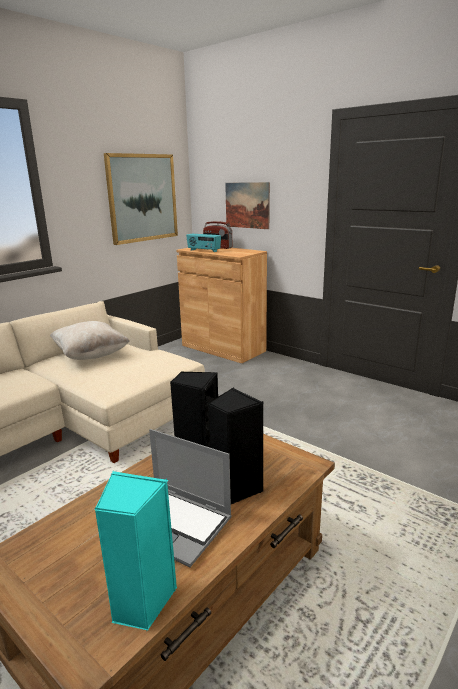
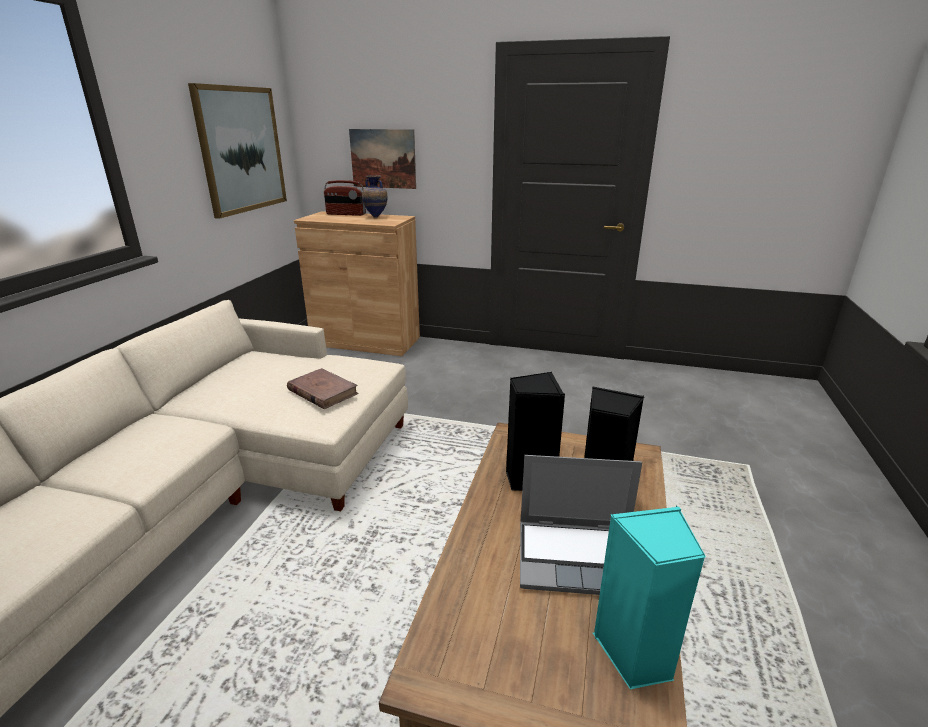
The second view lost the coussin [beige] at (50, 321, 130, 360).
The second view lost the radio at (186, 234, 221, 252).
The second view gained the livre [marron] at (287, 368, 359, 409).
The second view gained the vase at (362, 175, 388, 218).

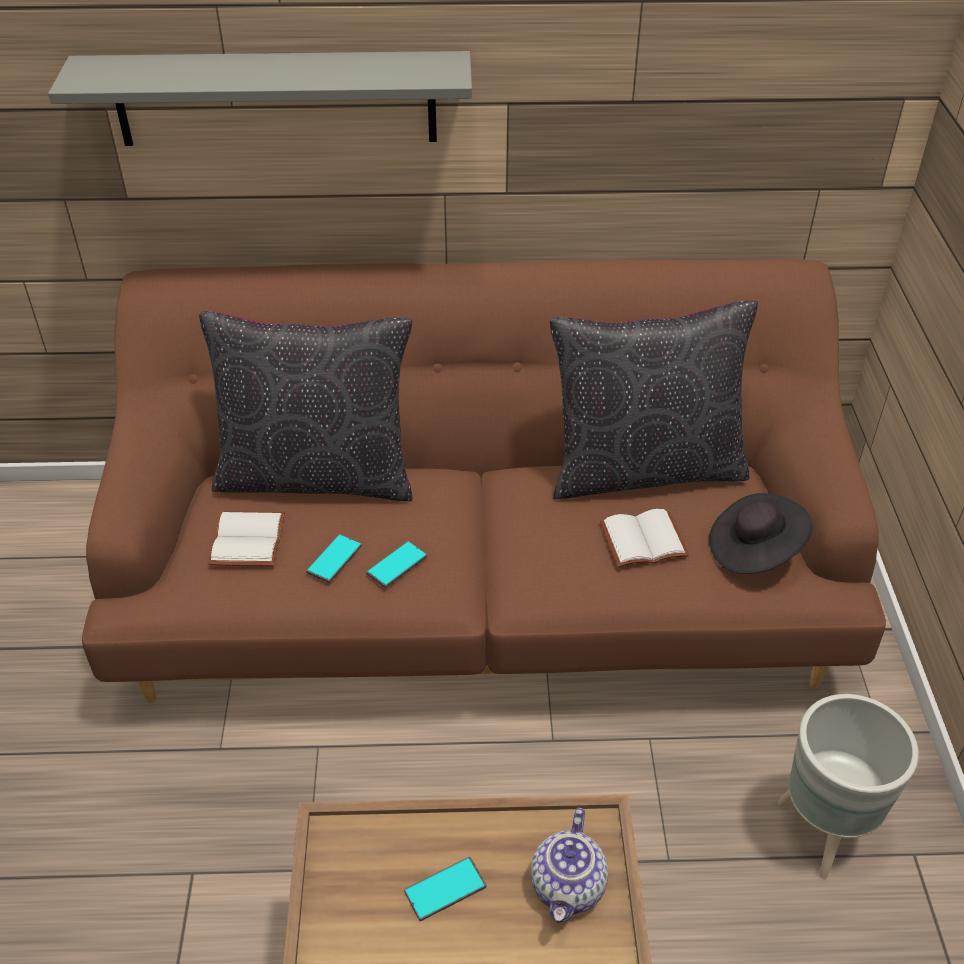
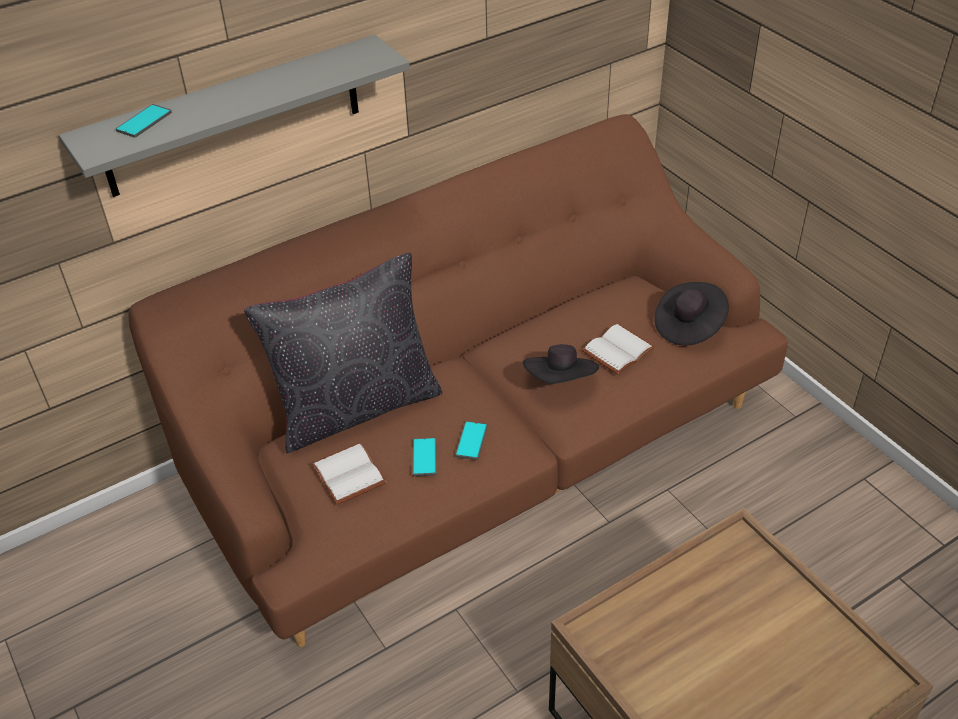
The second view lost the théière at (531, 808, 608, 923).
The second view lost the coussin [noir] at (550, 300, 758, 499).
The second view lost the cache-pot [gris] at (778, 694, 919, 878).
The second view gained the chapeau [noir] at (523, 344, 599, 384).
The téléphone ended up elsewhere, having gone from (404, 857, 487, 921) to (116, 104, 172, 138).

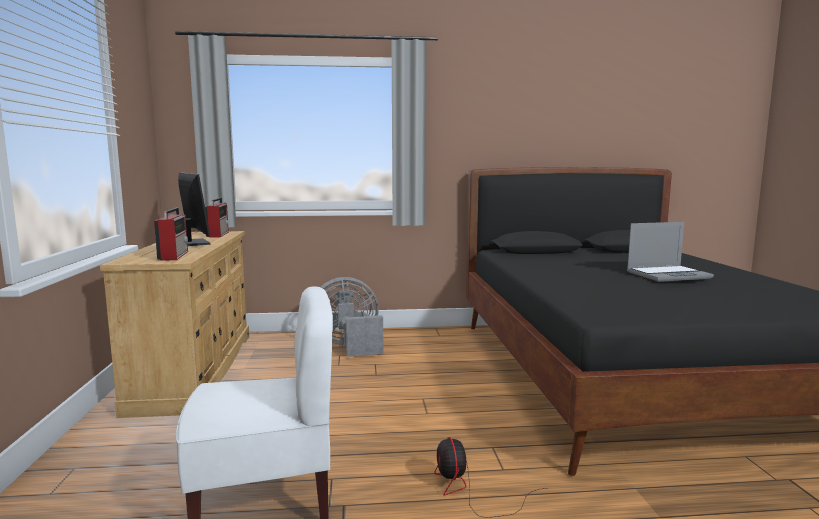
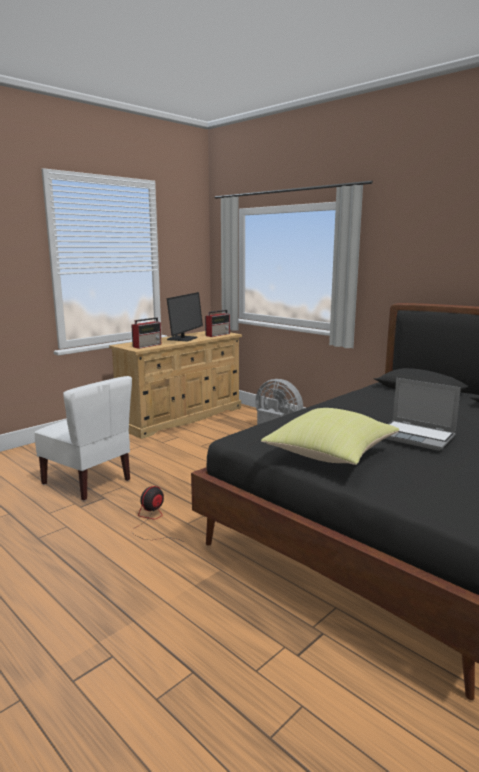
The second view gained the coussin [jaune] at (261, 408, 399, 465).

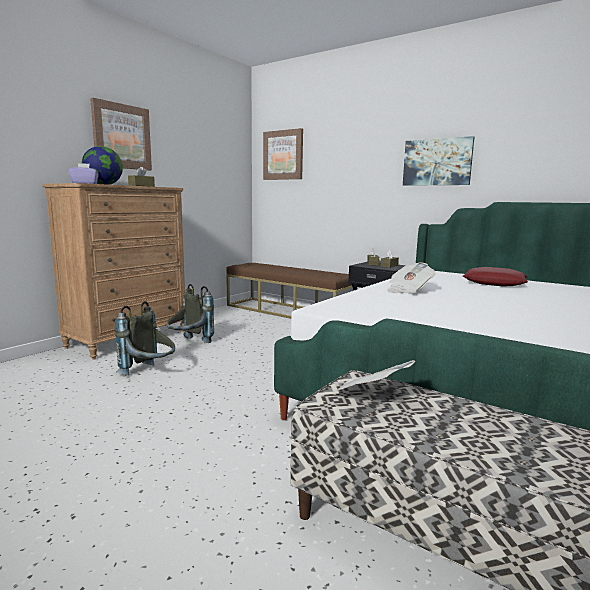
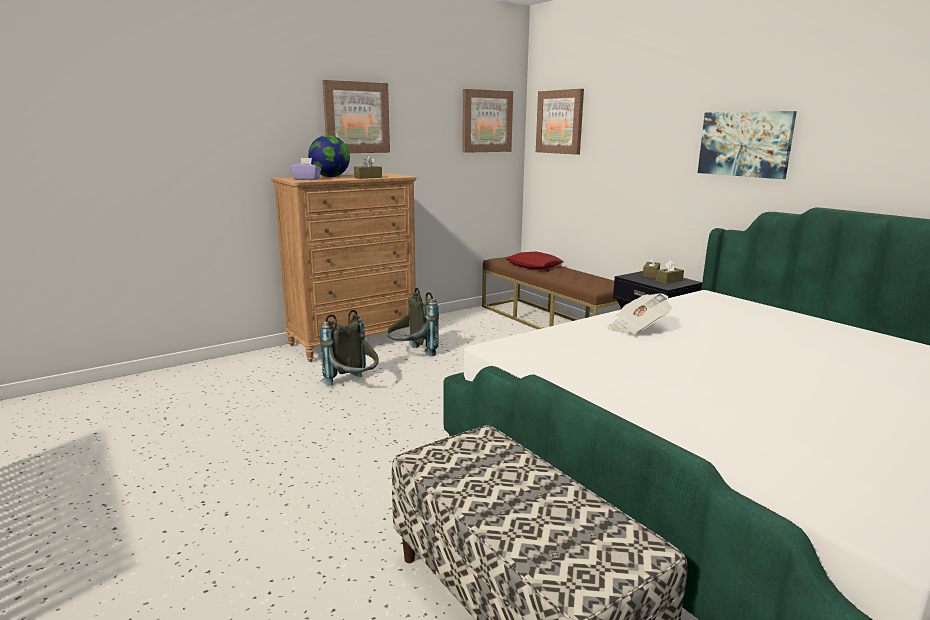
The second view lost the journal at (333, 360, 415, 392).
The second view gained the tableau at (462, 89, 513, 153).
The coussin [rouge] ended up elsewhere, having gone from (463, 267, 528, 287) to (506, 252, 564, 269).

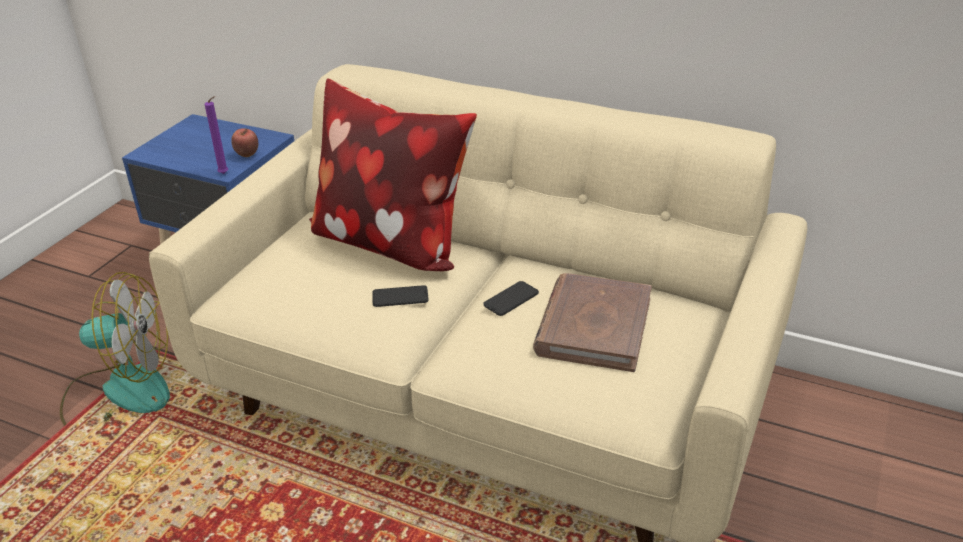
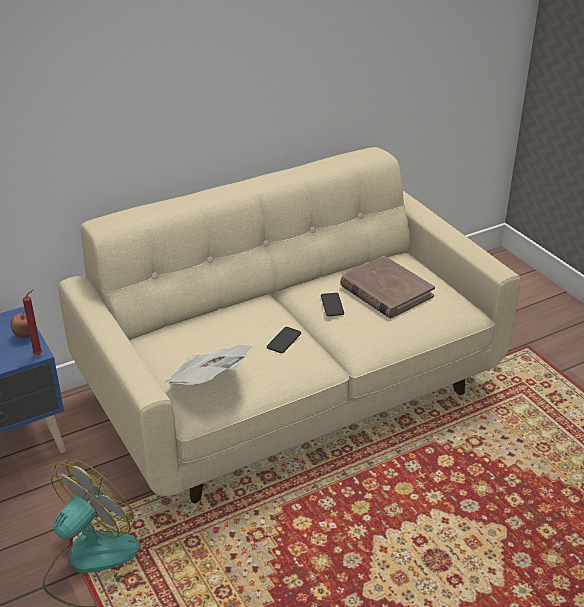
The second view lost the coussin at (309, 78, 477, 271).
The second view gained the journal at (164, 345, 253, 385).
What was the bougie [violet] at (205, 96, 228, 174) turned into the bougie [rouge] at (23, 289, 42, 355).

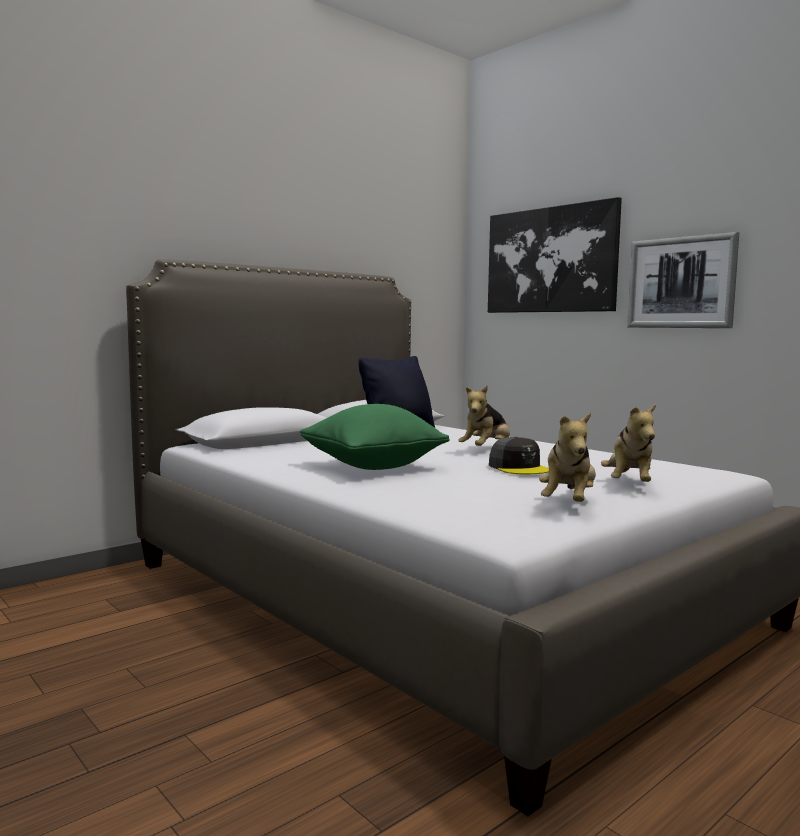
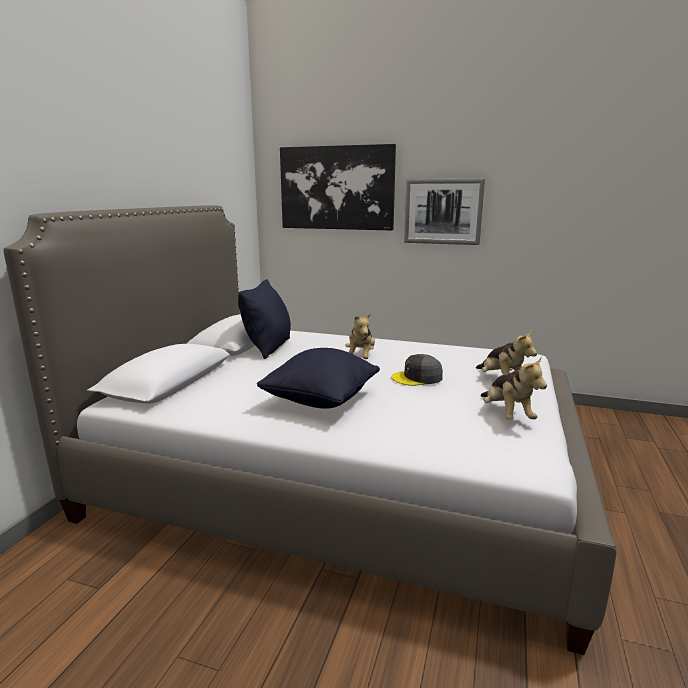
What was the coussin [vert] at (300, 404, 449, 470) turned into the coussin [noir] at (257, 348, 380, 409).
The casquette [gris] at (489, 436, 549, 474) ended up facing another way, 135 degrees clockwise from before.

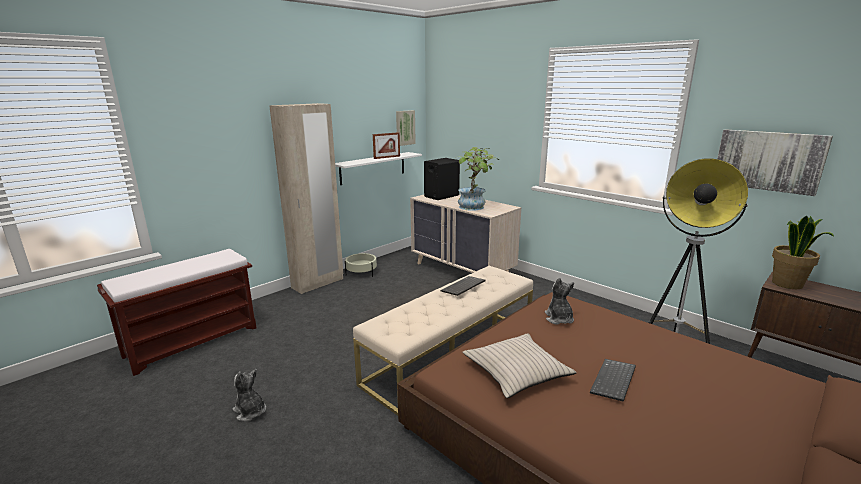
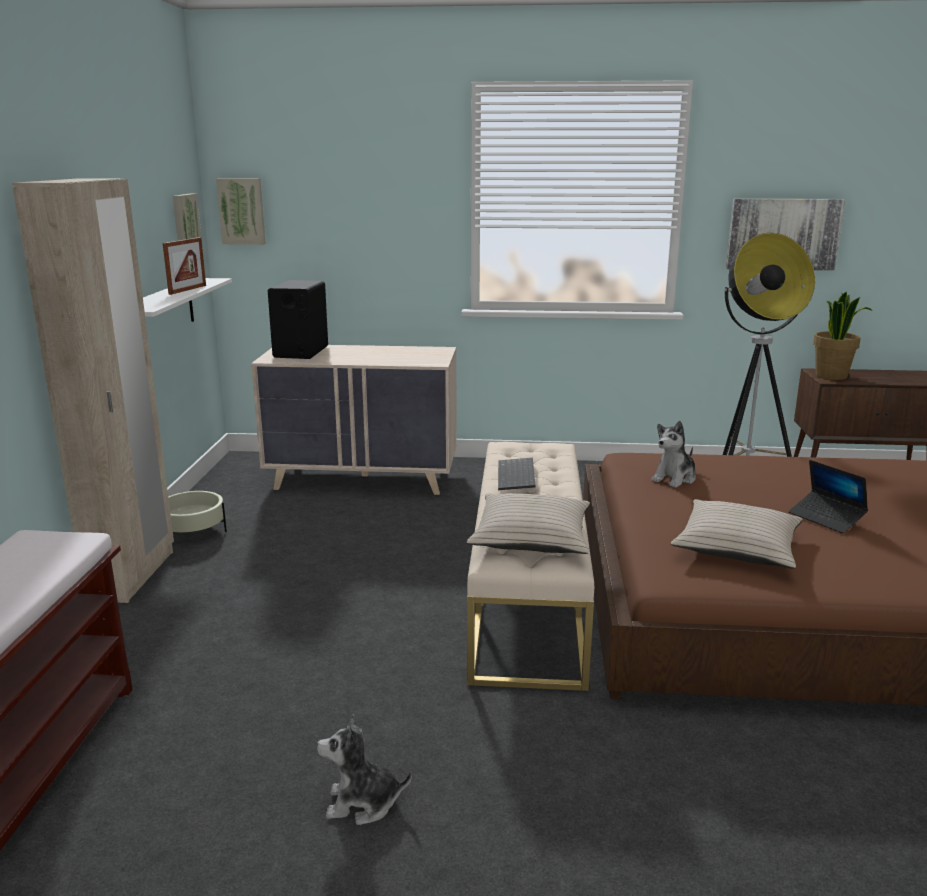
The second view lost the plante en pot at (458, 147, 499, 211).
The second view gained the tableau at (216, 178, 266, 245).
The second view gained the coussin [beige] at (467, 493, 590, 554).
Where the clavier stood at (590, 359, 636, 402), the ordinateur portable came to stand at (789, 460, 868, 533).
The peluche at (545, 278, 574, 325) ended up facing another way, 90 degrees counterclockwise from before.

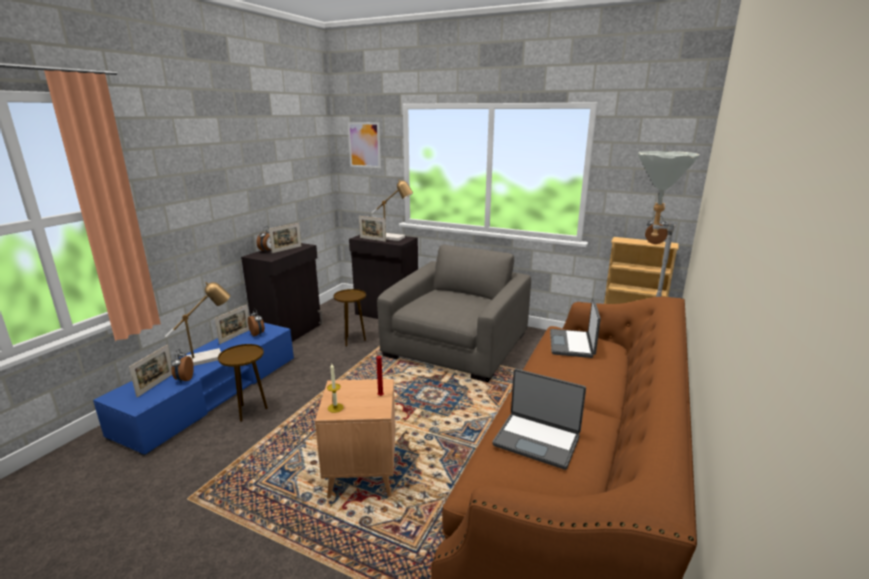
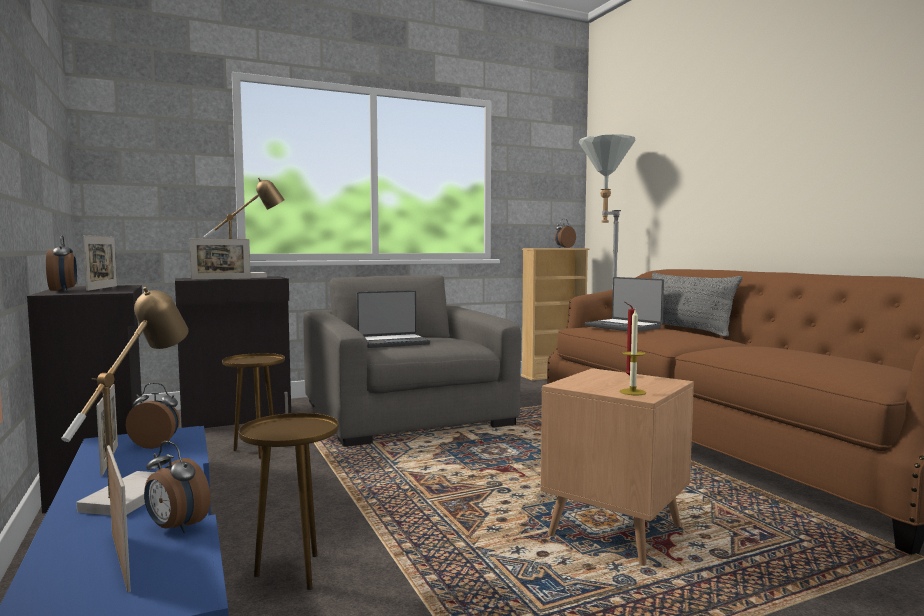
The second view lost the tableau at (348, 122, 381, 168).
The second view gained the coussin [gris] at (652, 272, 743, 337).
The ordinateur portable ended up elsewhere, having gone from (492, 369, 586, 470) to (357, 290, 430, 348).

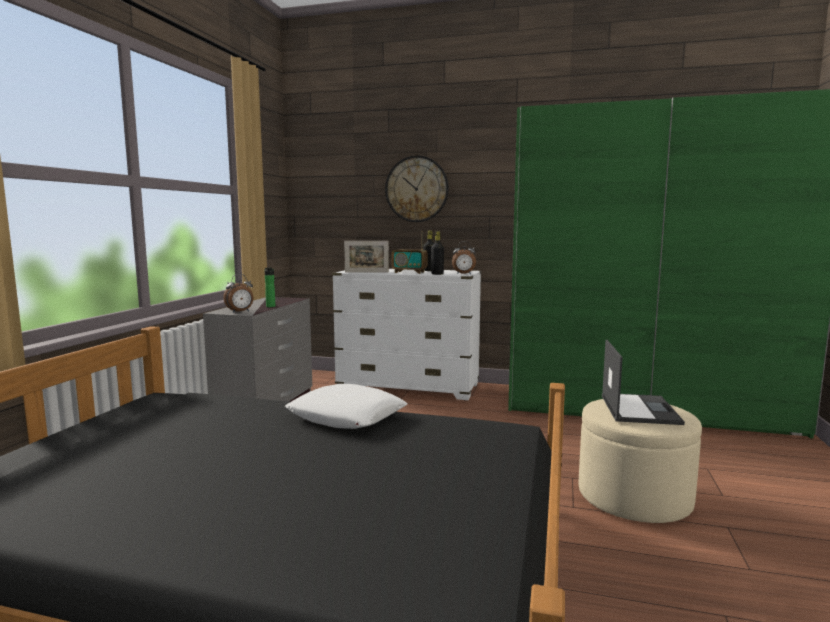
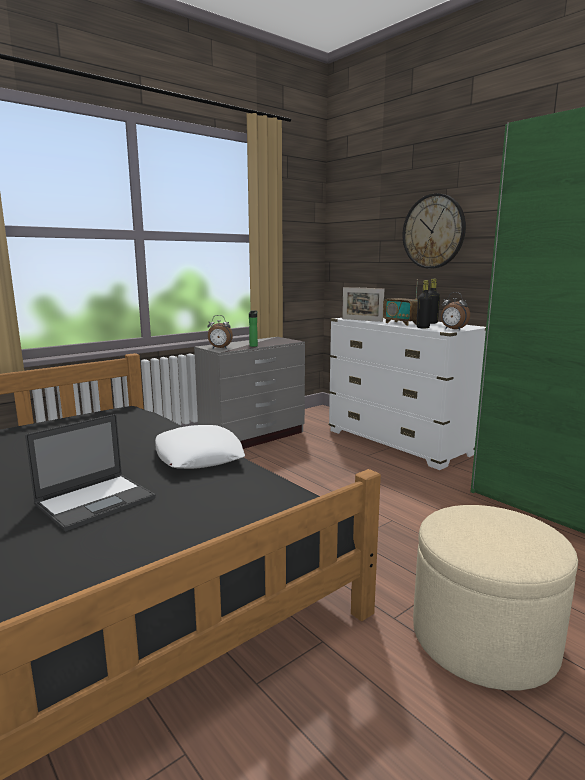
The ordinateur portable ended up elsewhere, having gone from (602, 339, 685, 425) to (25, 414, 156, 531).

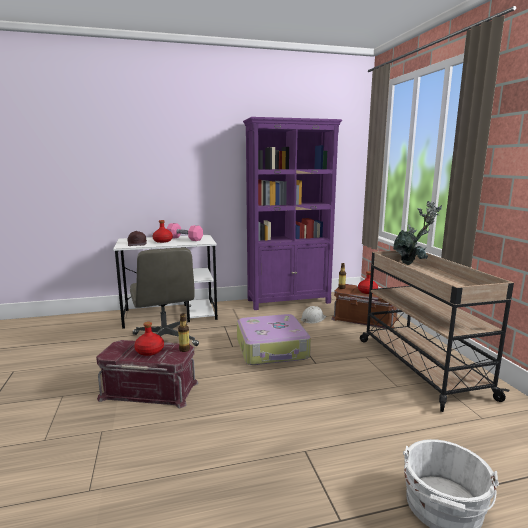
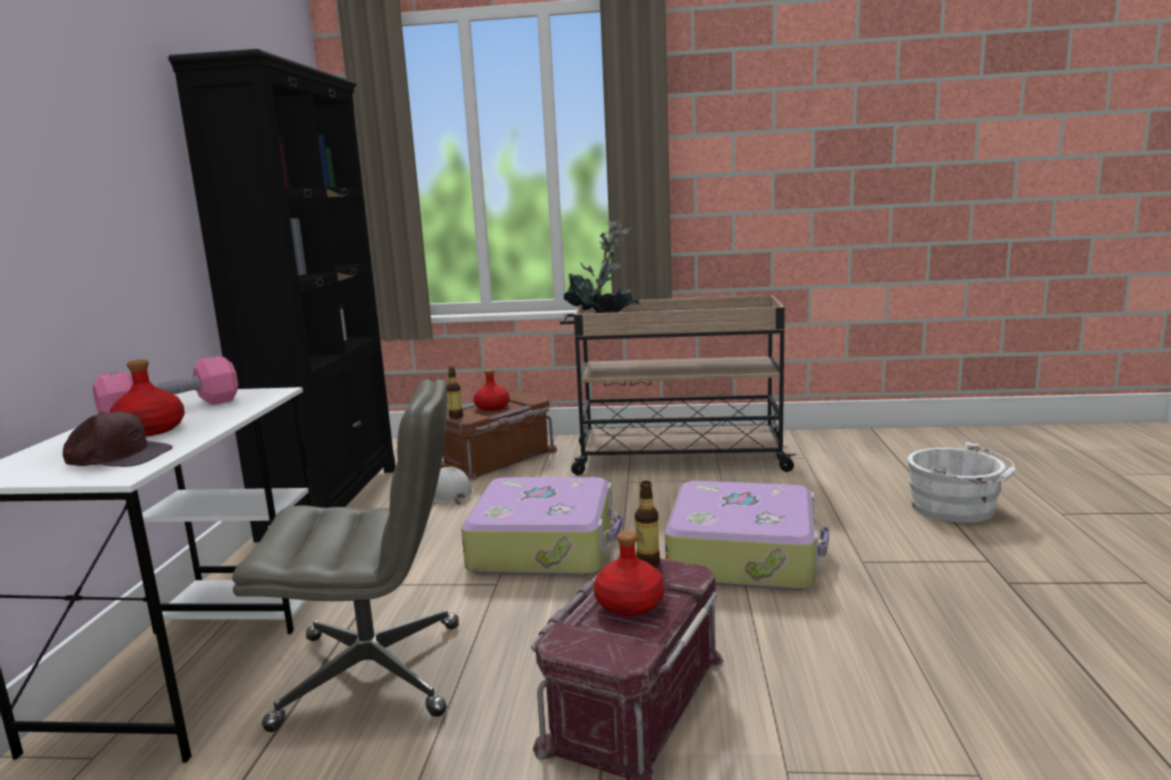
The second view gained the valise at (665, 481, 829, 590).
What was the bibliothèque [violet] at (243, 117, 342, 310) turned into the bibliothèque [noir] at (168, 49, 396, 542).

